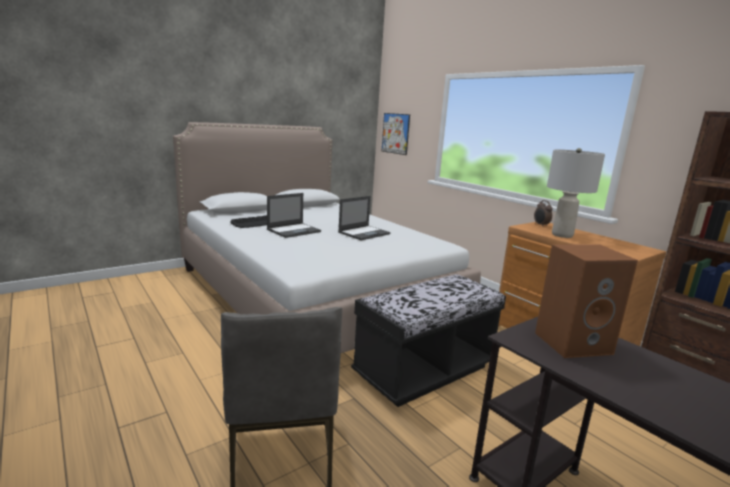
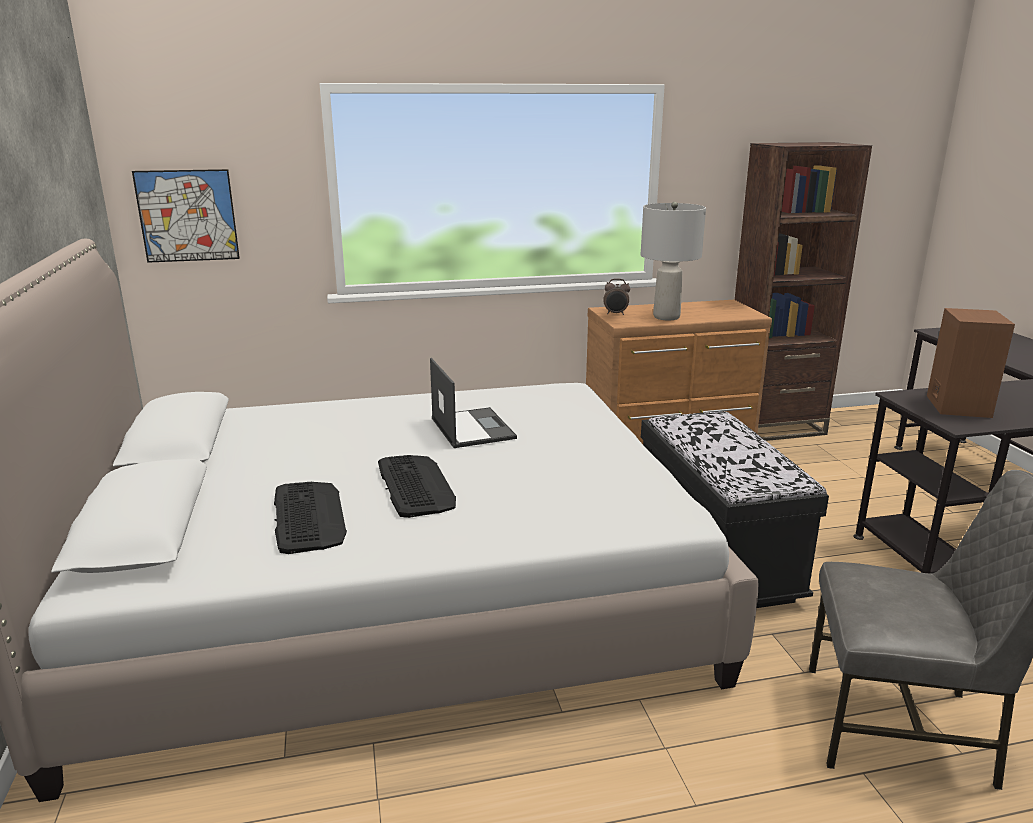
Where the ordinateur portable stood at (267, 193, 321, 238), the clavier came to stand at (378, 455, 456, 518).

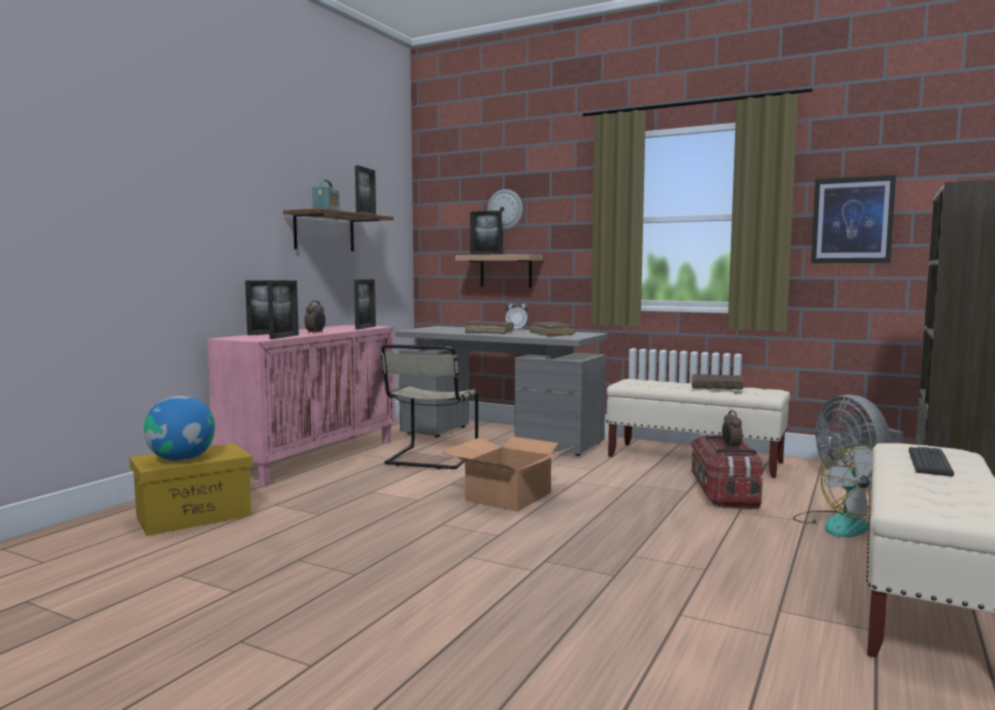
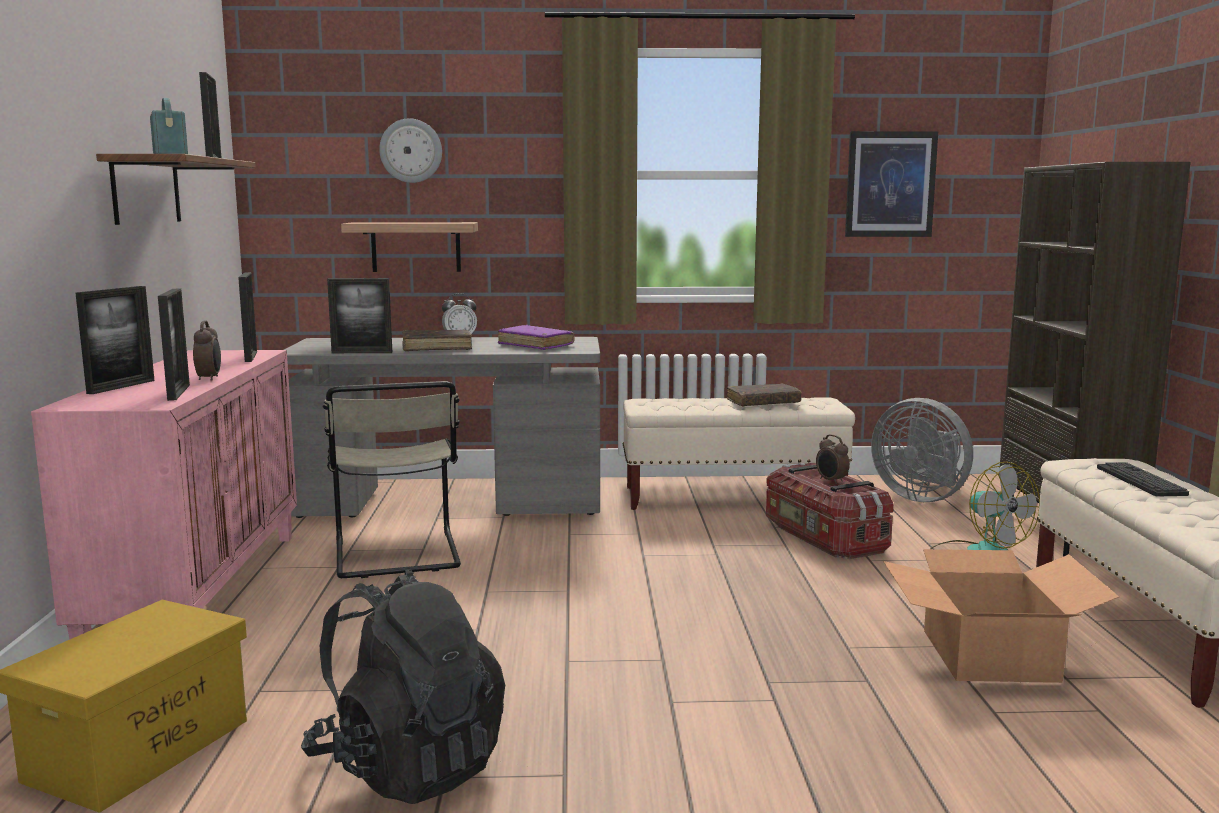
The second view lost the globe at (144, 396, 215, 461).
The second view gained the sac à dos [noir] at (301, 570, 505, 804).
The carton ended up elsewhere, having gone from (442, 436, 575, 512) to (883, 549, 1119, 683).
The cadre photo ended up elsewhere, having gone from (470, 211, 502, 255) to (327, 278, 392, 353).
What was the livre [marron] at (530, 322, 576, 337) turned into the livre [violet] at (498, 325, 575, 350).

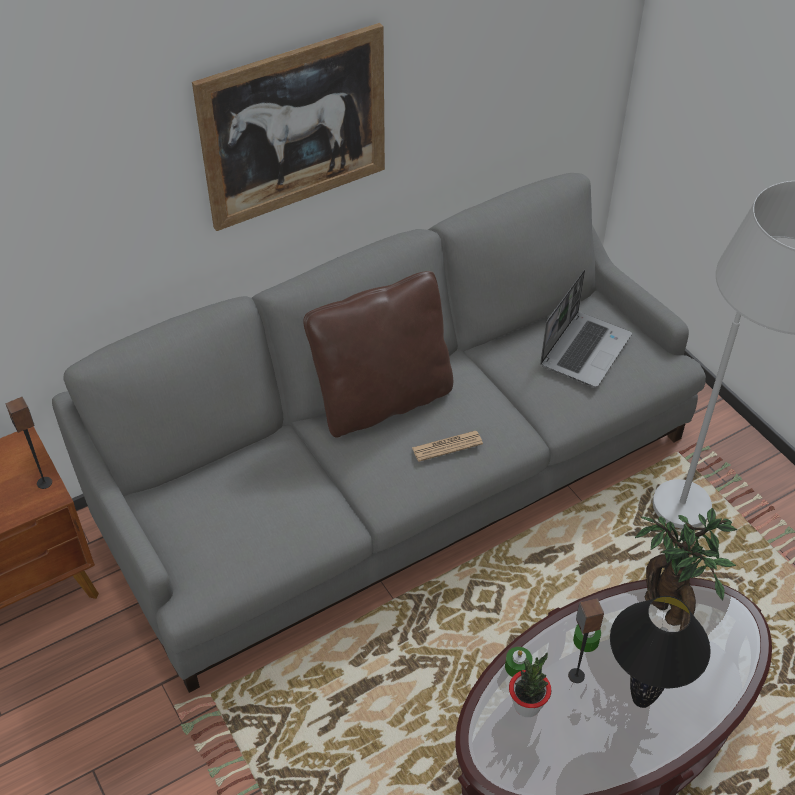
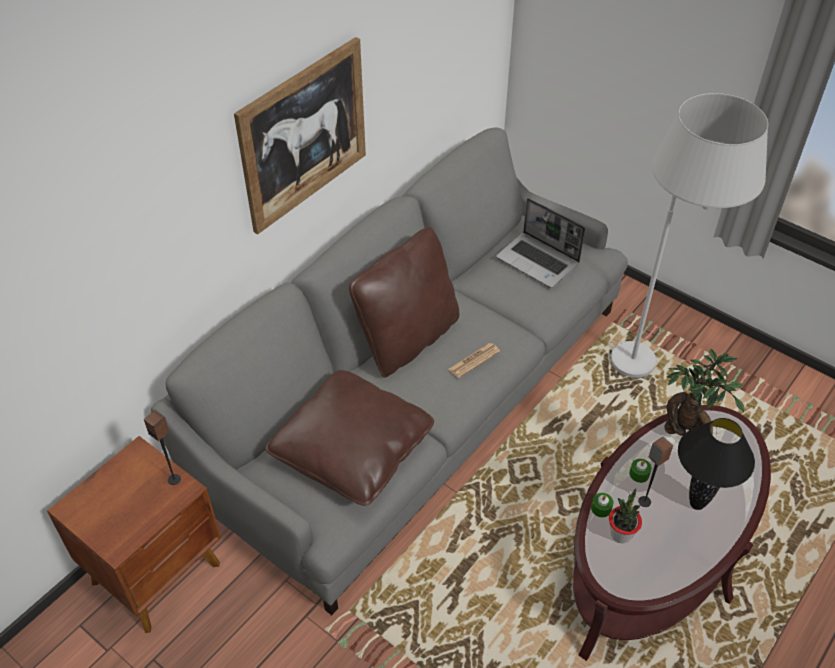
The second view gained the coussin [marron] at (265, 370, 434, 506).
The ordinateur portable at (540, 270, 632, 387) ended up facing another way, 120 degrees clockwise from before.

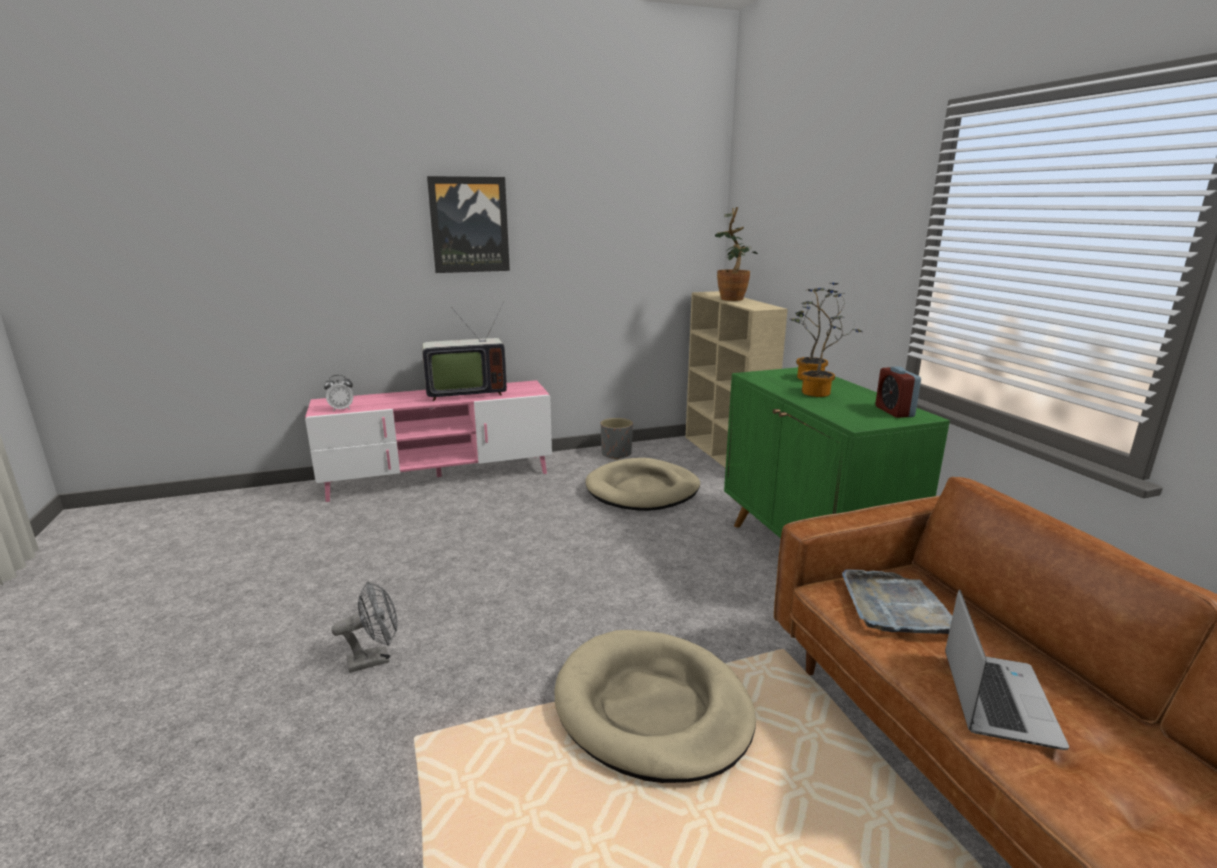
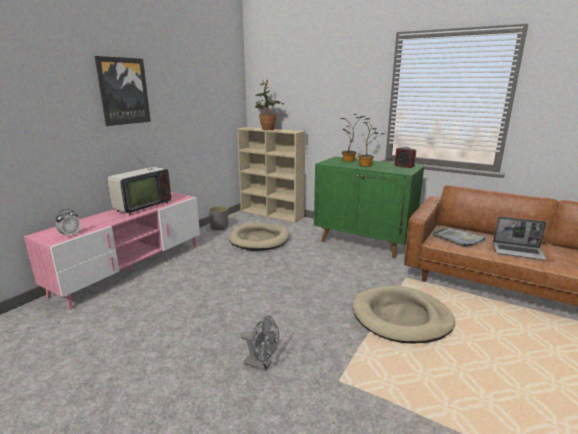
The ventilateur [gris] at (331, 581, 398, 673) ended up facing another way, 90 degrees clockwise from before.
The ordinateur portable at (945, 590, 1069, 750) ended up facing another way, 135 degrees clockwise from before.

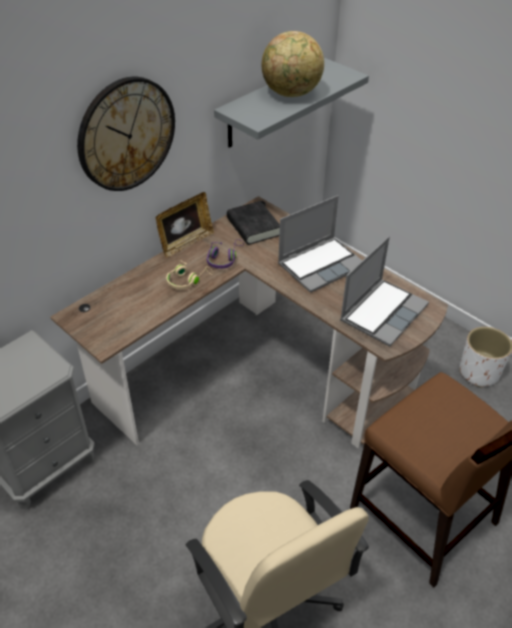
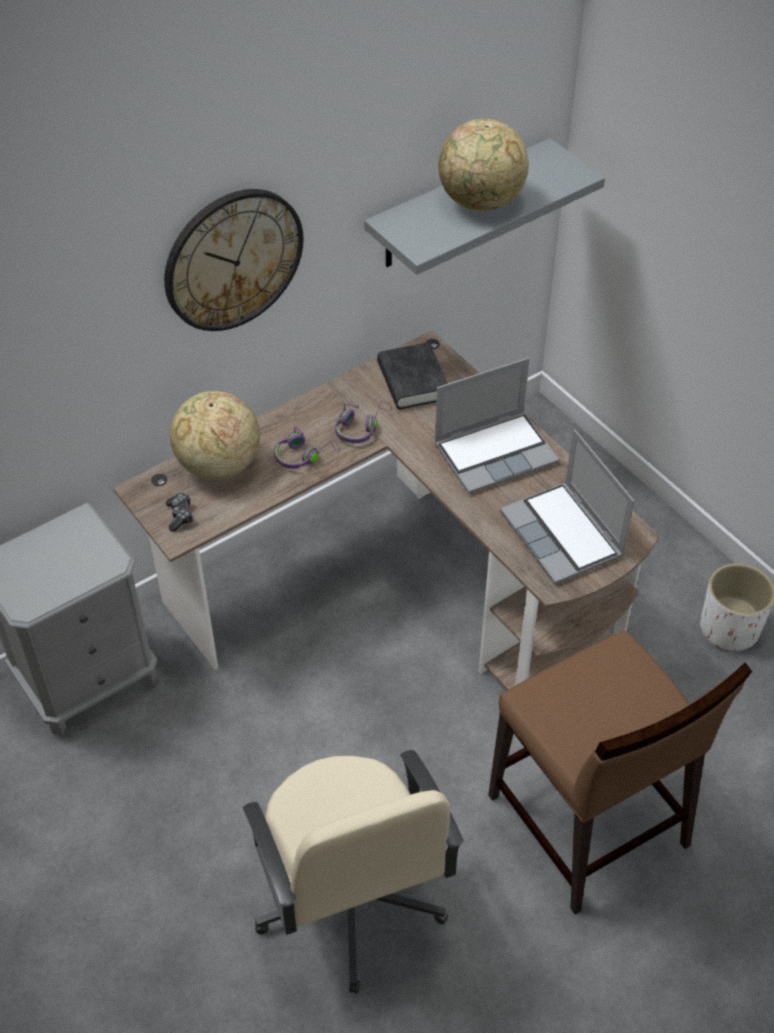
The second view lost the cadre photo at (155, 192, 214, 258).
The second view gained the manette at (166, 493, 193, 531).
The second view gained the globe at (170, 391, 260, 480).
What was the casque audio [beige] at (166, 260, 214, 290) turned into the casque audio [violet] at (274, 427, 340, 469).
The ordinateur portable at (340, 236, 429, 346) ended up facing another way, 105 degrees clockwise from before.

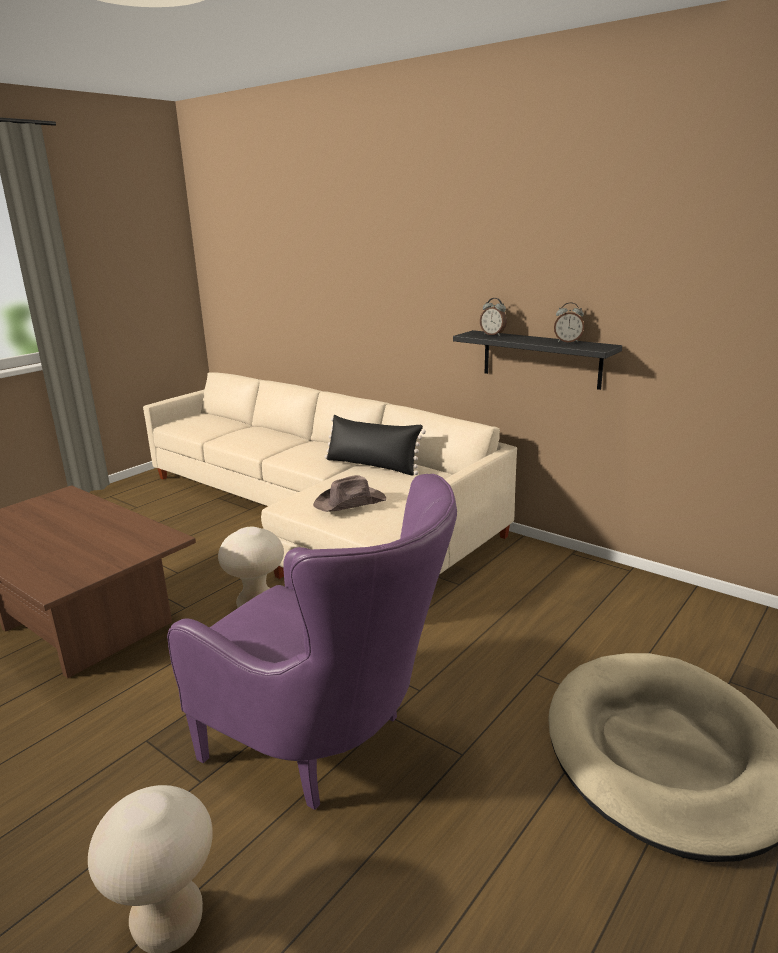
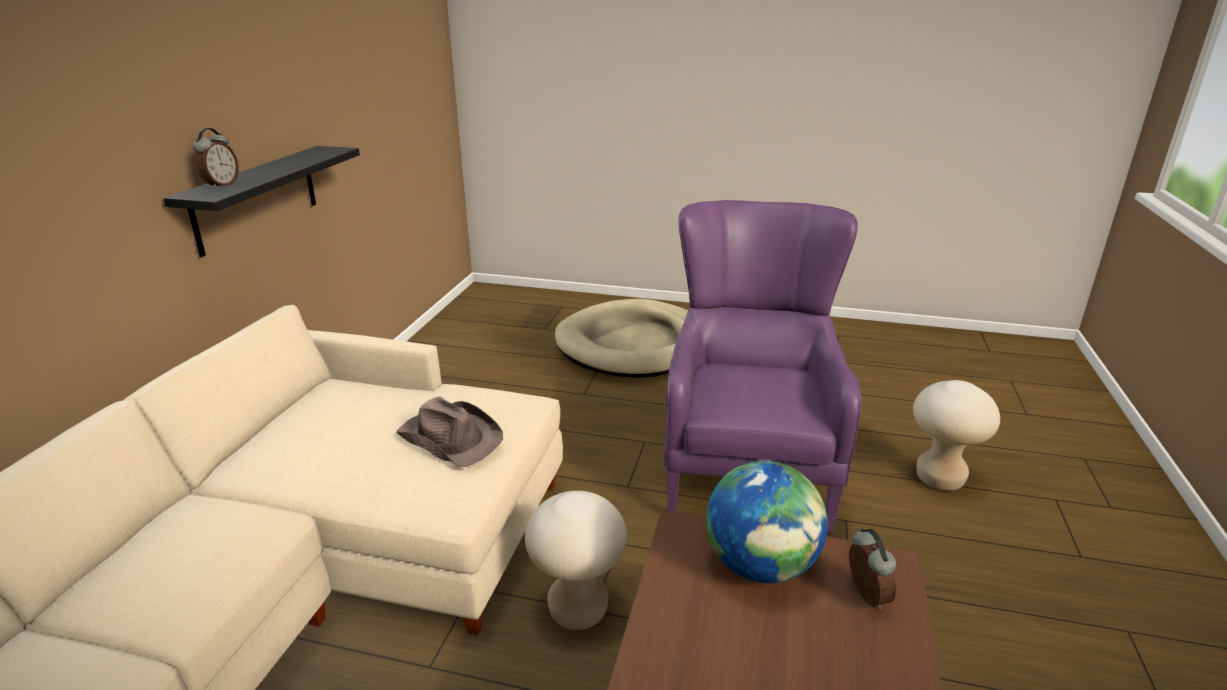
The second view lost the coussin [noir] at (324, 415, 426, 476).
The second view gained the globe at (706, 460, 828, 583).
The réveil ended up elsewhere, having gone from (554, 302, 584, 343) to (849, 528, 896, 611).

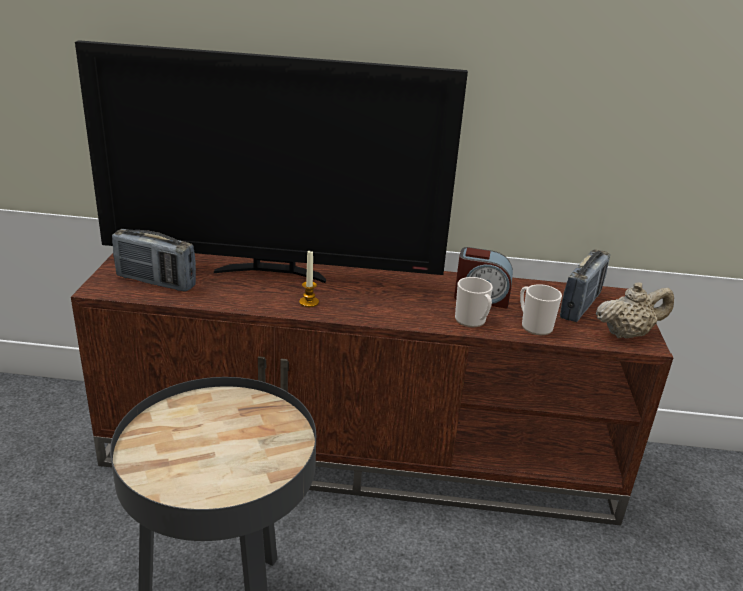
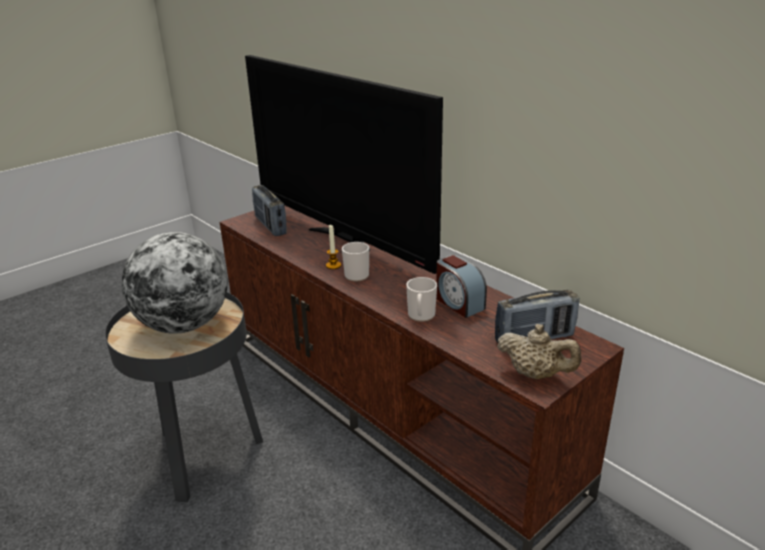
The second view gained the globe at (122, 232, 227, 334).
The mug ended up elsewhere, having gone from (520, 284, 562, 335) to (342, 242, 369, 282).

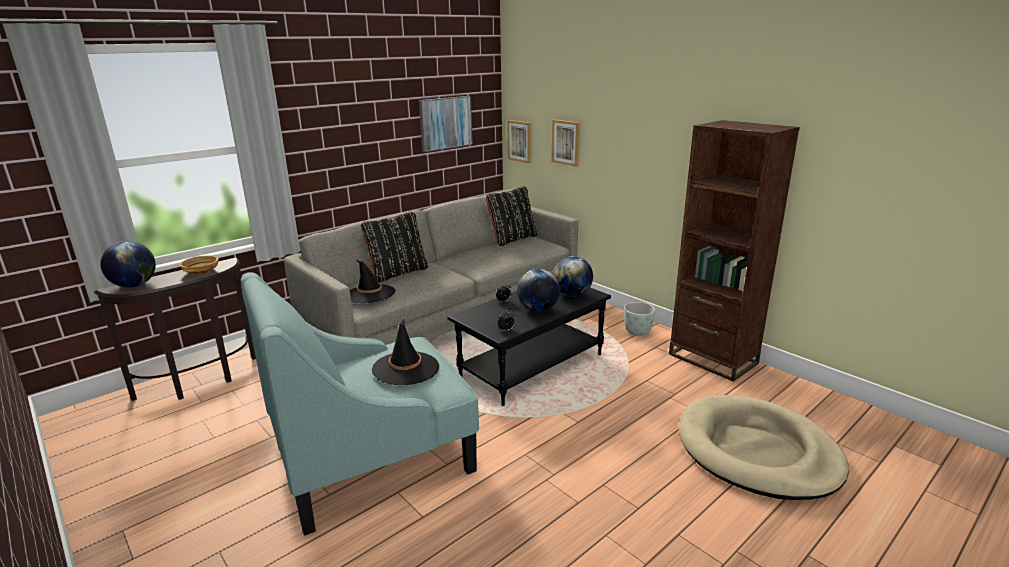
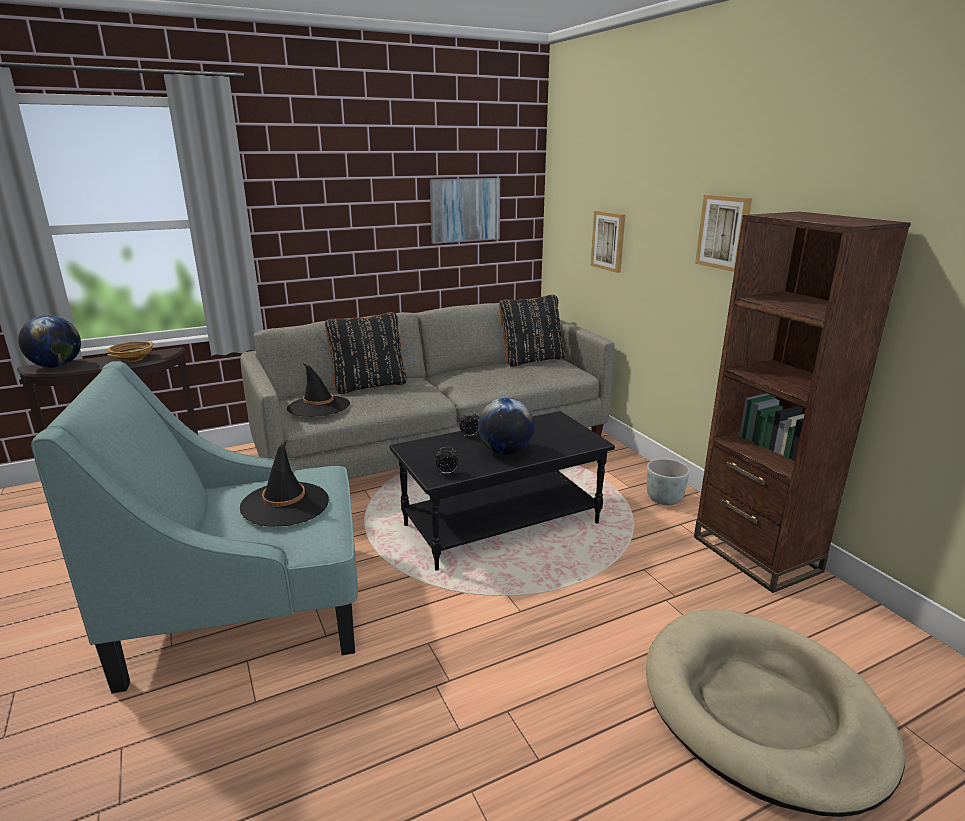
The second view lost the globe at (553, 256, 593, 297).
The tableau ended up elsewhere, having gone from (507, 120, 532, 163) to (695, 194, 752, 272).

